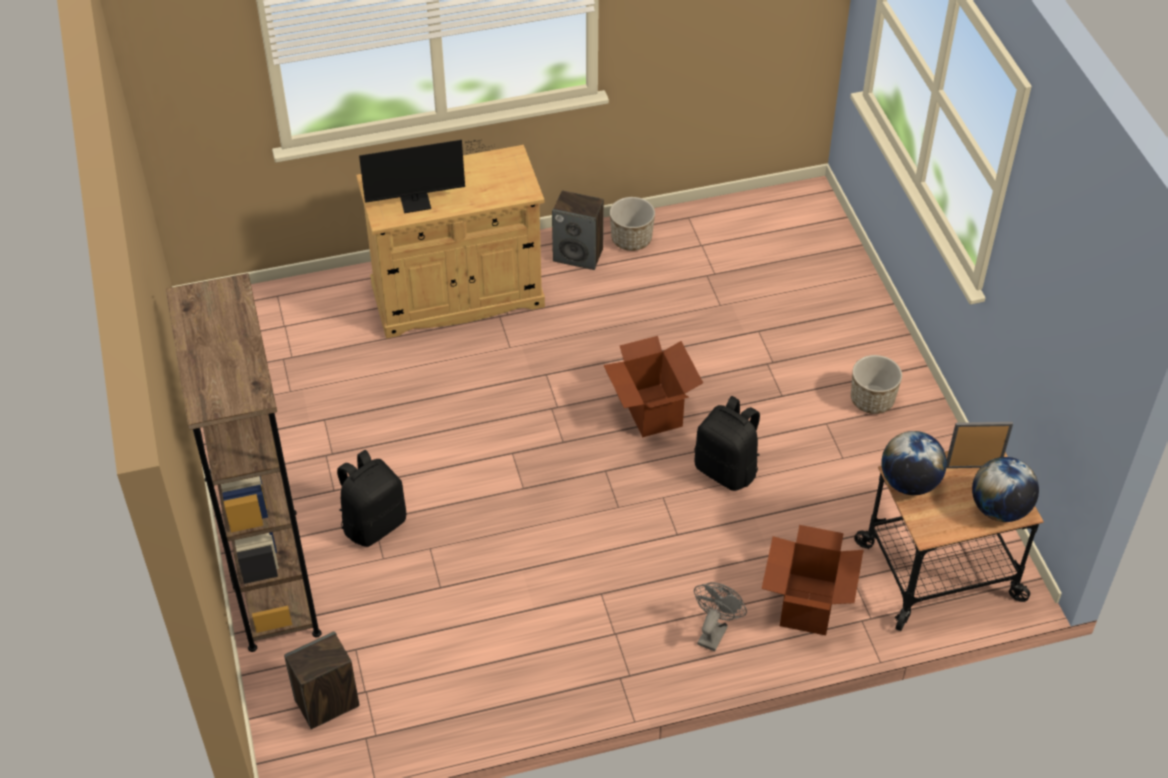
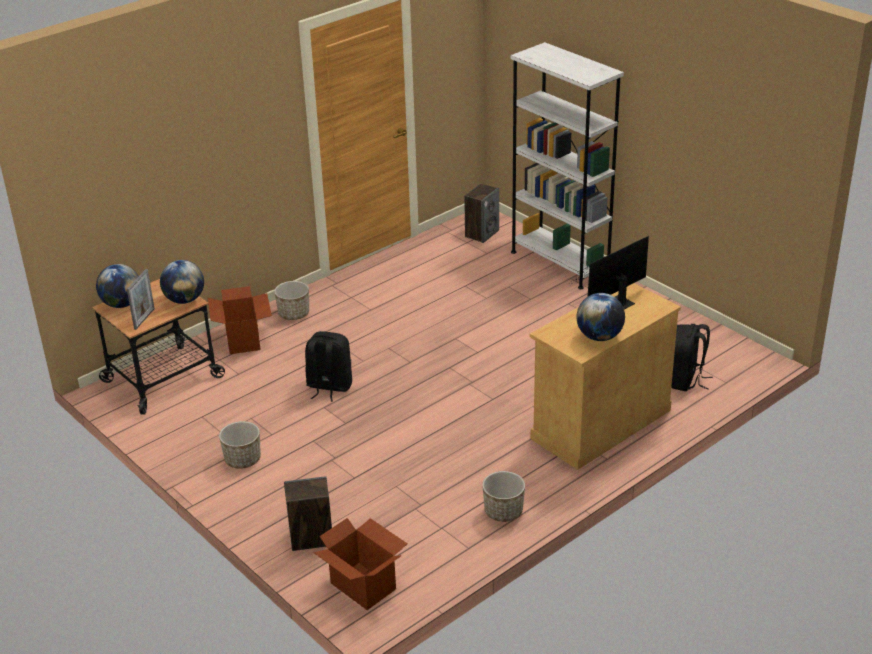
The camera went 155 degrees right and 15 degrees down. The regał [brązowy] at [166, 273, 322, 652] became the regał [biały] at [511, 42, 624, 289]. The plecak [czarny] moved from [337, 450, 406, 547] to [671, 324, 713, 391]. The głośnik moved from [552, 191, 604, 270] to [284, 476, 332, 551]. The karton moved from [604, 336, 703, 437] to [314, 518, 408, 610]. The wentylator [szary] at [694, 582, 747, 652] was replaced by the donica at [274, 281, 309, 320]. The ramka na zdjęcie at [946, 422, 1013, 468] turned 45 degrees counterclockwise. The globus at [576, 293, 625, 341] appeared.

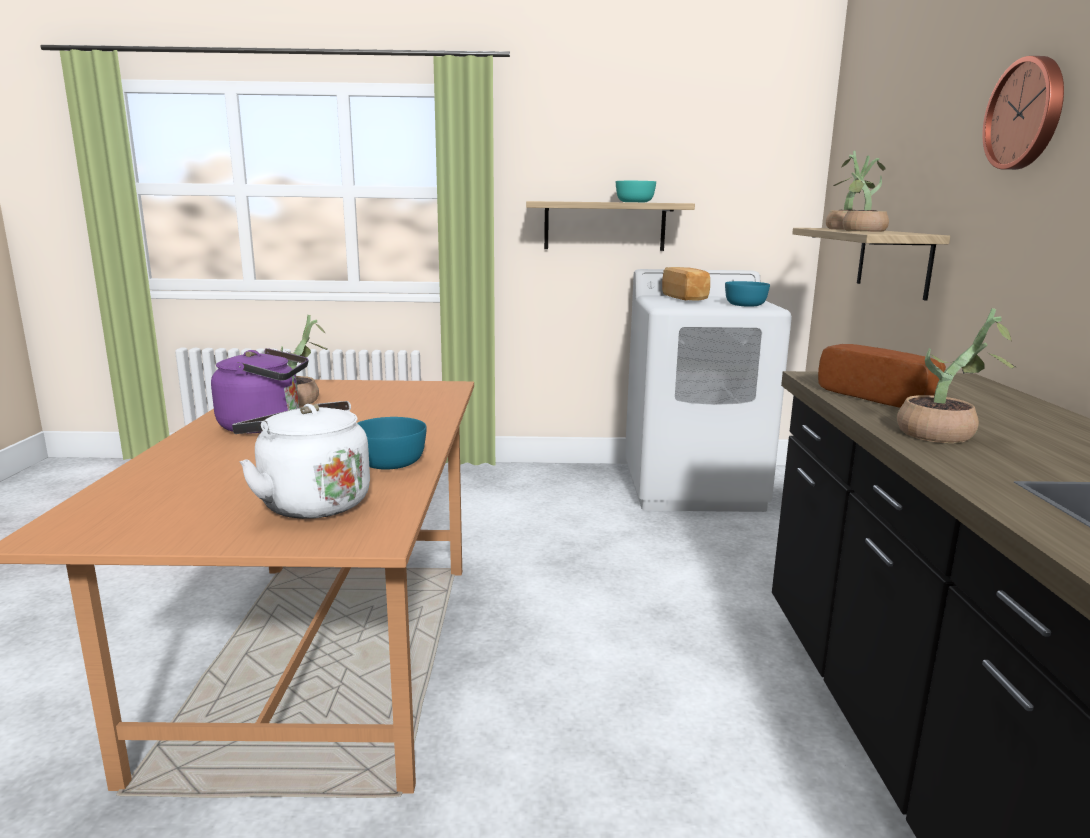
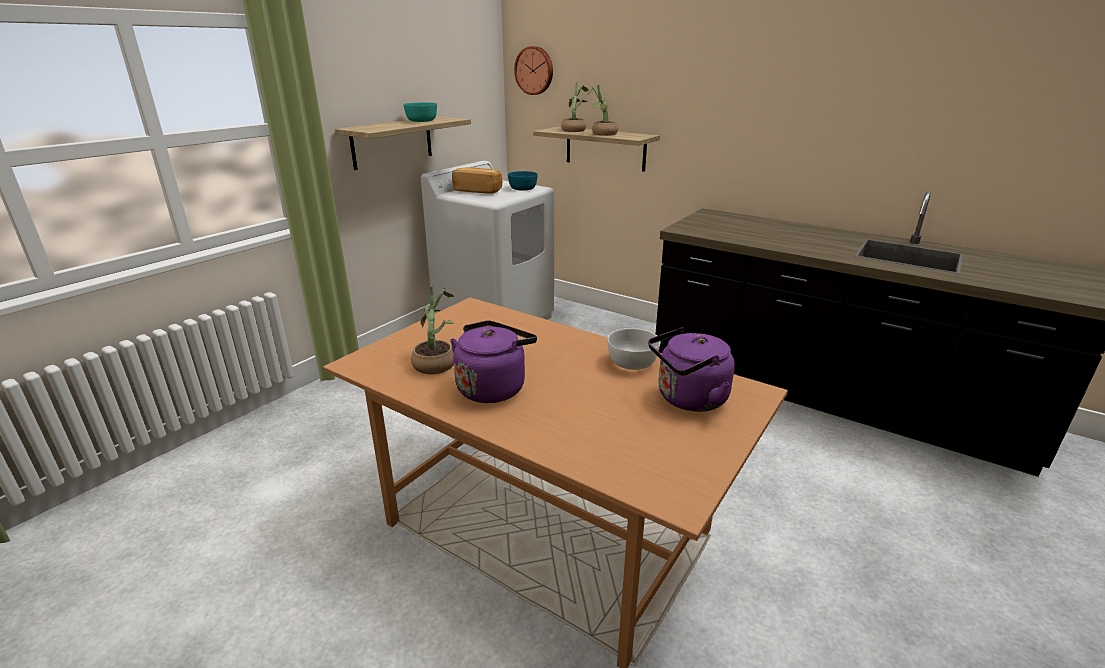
The camera went 55 degrees left and 10 degrees up. The czajnik [biały] at [232, 401, 370, 519] became the czajnik [fioletowy] at [648, 327, 735, 412]. The miska [turkusowy] at [358, 417, 427, 470] became the miska [biały] at [607, 328, 660, 370]. The chleb at [818, 344, 946, 408] disappeared. The roślina doniczkowa at [897, 308, 1016, 443] disappeared. The zegar ścienny moved from [982, 56, 1064, 170] to [514, 46, 553, 95].

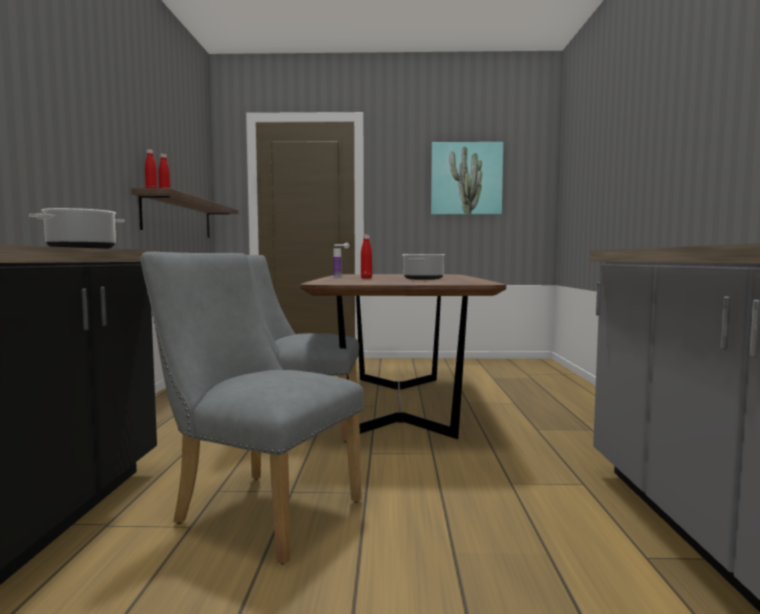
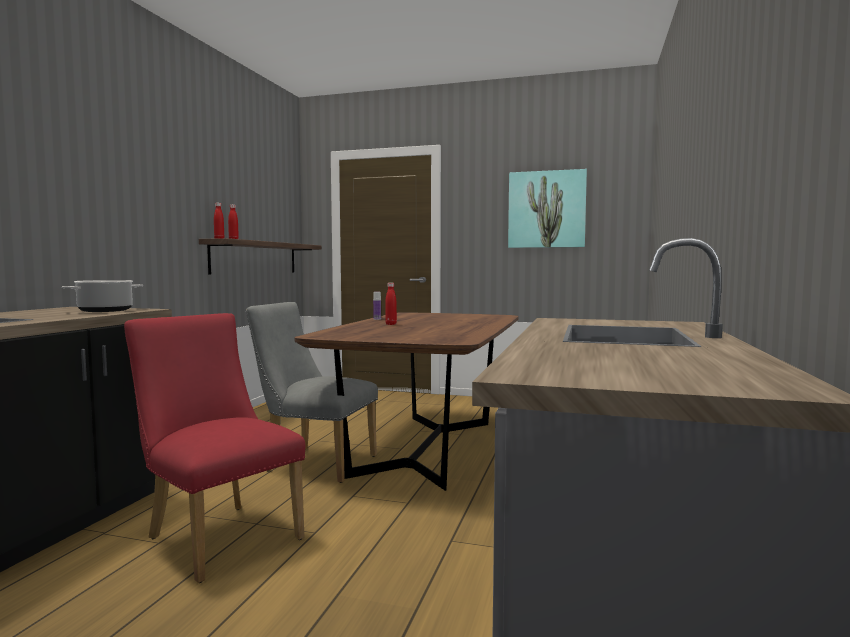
The camera went 15 degrees right and 0 degrees up. The krzesło [szary] at [140, 252, 364, 565] became the krzesło [czerwony] at [124, 313, 305, 583]. The garnek at [403, 254, 444, 280] disappeared.

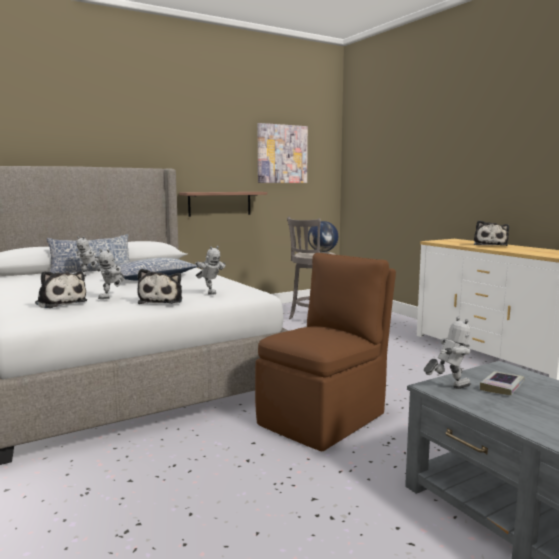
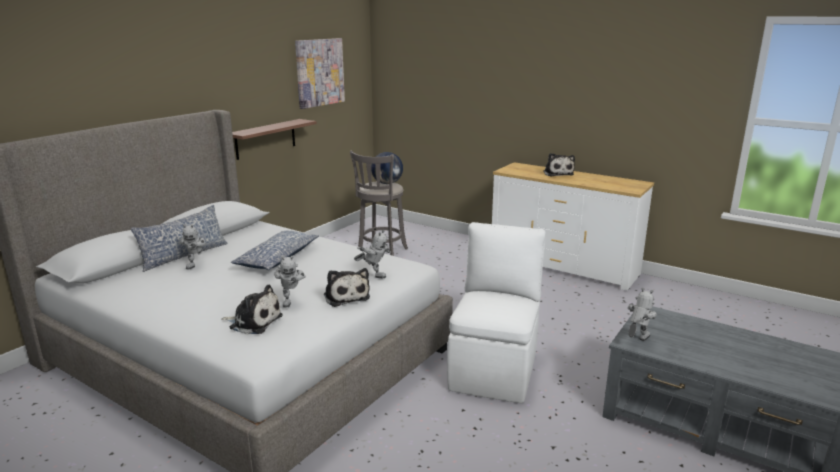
The camera went 25 degrees left and 10 degrees up. The krzesło [brązowy] at [255, 253, 396, 451] became the krzesło [biały] at [447, 222, 546, 403]. The książka at [480, 371, 524, 395] disappeared.

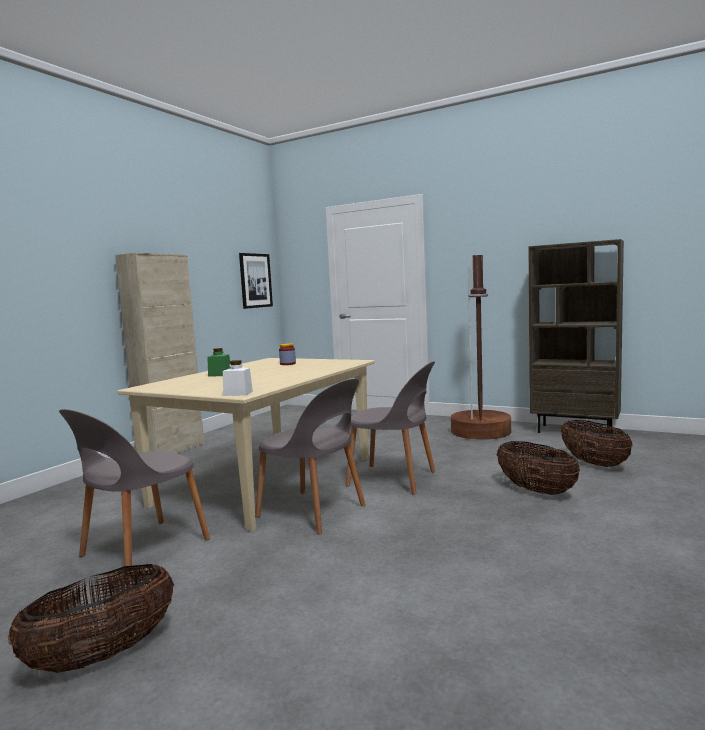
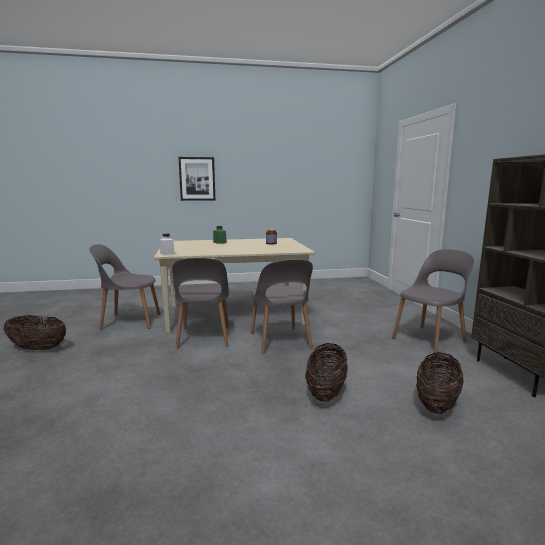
The camera went 50 degrees right and 5 degrees up. The szafka [beżowy] at [115, 253, 204, 453] disappeared. The obraz moved from [239, 253, 273, 309] to [178, 157, 215, 201]. The lampa stojąca [brązowy] at [451, 255, 511, 440] was replaced by the krzesło [szary] at [392, 249, 474, 355].

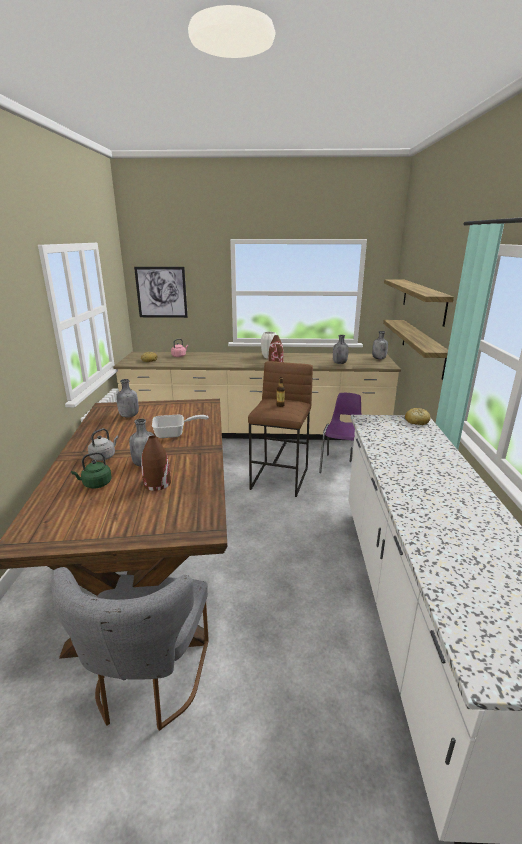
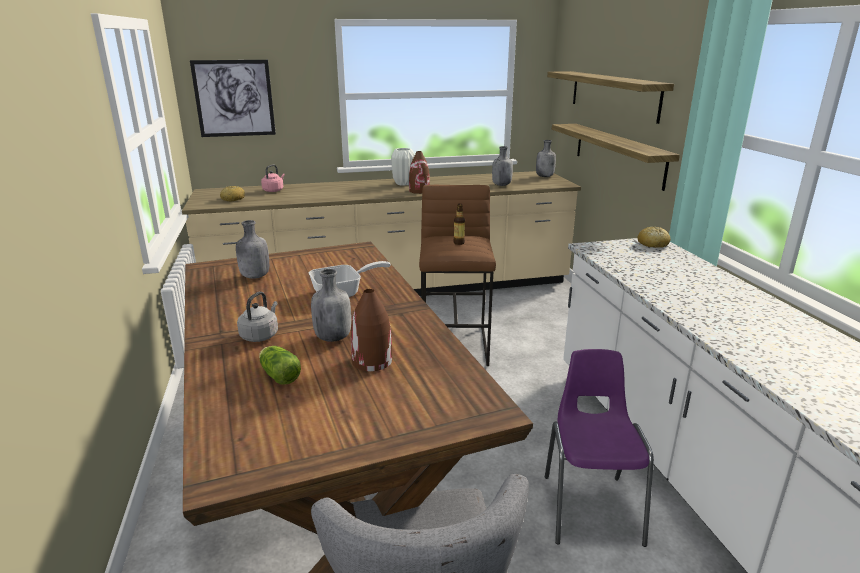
The camera went 15 degrees left and 0 degrees up. The czajnik [zielony] at [71, 452, 112, 488] was replaced by the sałata at [259, 346, 301, 385]. The krzesło [fioletowy] moved from [319, 393, 362, 473] to [545, 349, 654, 547].

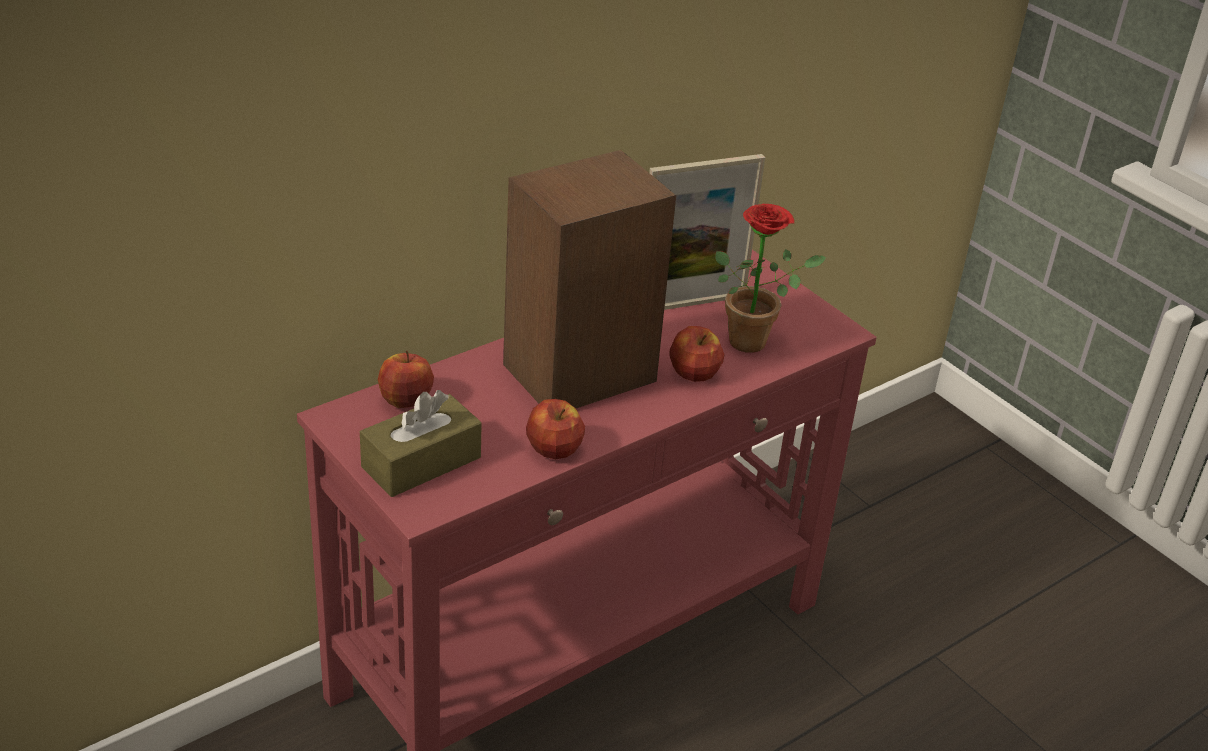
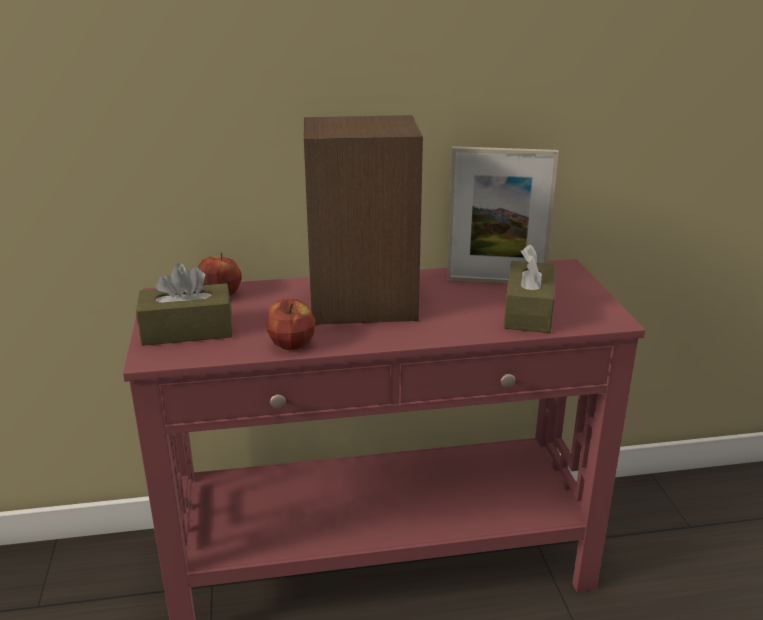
The camera went 30 degrees right and 10 degrees down. The jabłko at [669, 326, 725, 382] disappeared. The roślina doniczkowa at [715, 204, 826, 353] was replaced by the pudełko chusteczek [brązowy] at [504, 244, 555, 333].

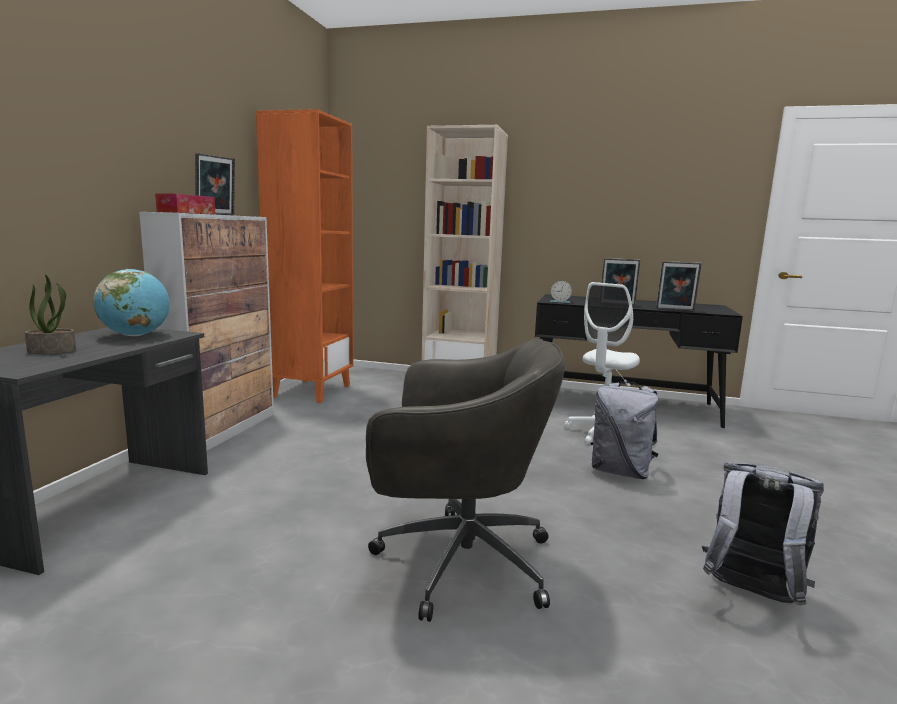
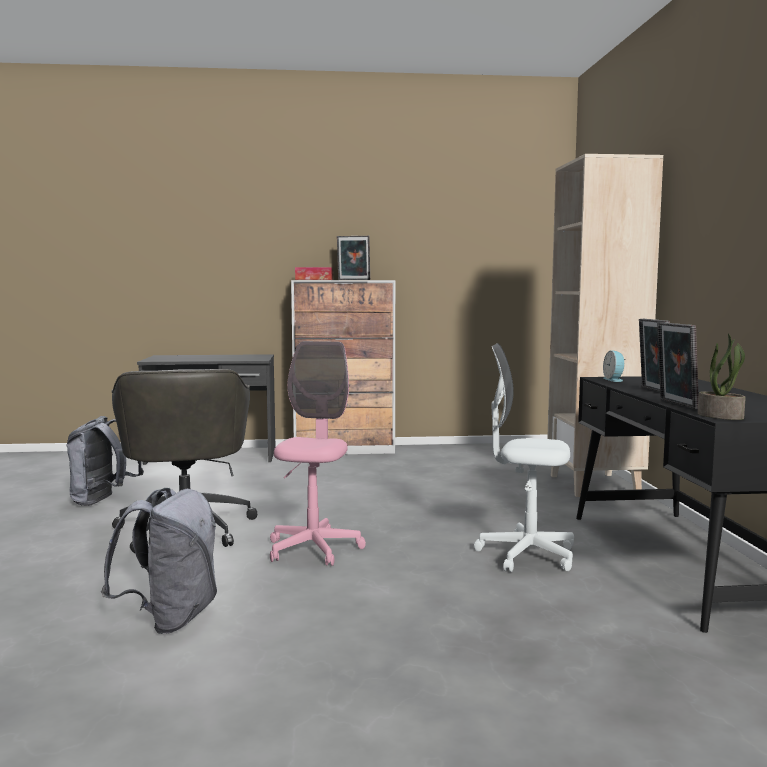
The camera went 70 degrees right and 5 degrees down. The roślina doniczkowa moved from [25, 274, 76, 354] to [698, 333, 746, 420]. The globus at [93, 269, 170, 336] disappeared. The regał [pomarańczowy] at [256, 109, 353, 403] disappeared. The plecak [szary] moved from [591, 381, 659, 479] to [67, 416, 144, 506]. The krzesło biurowe [różowy] at [270, 341, 366, 566] appeared.

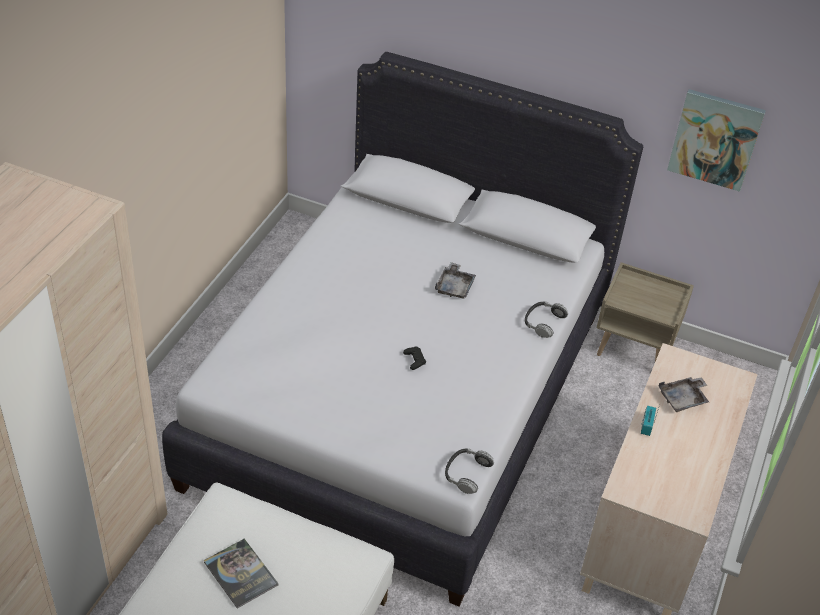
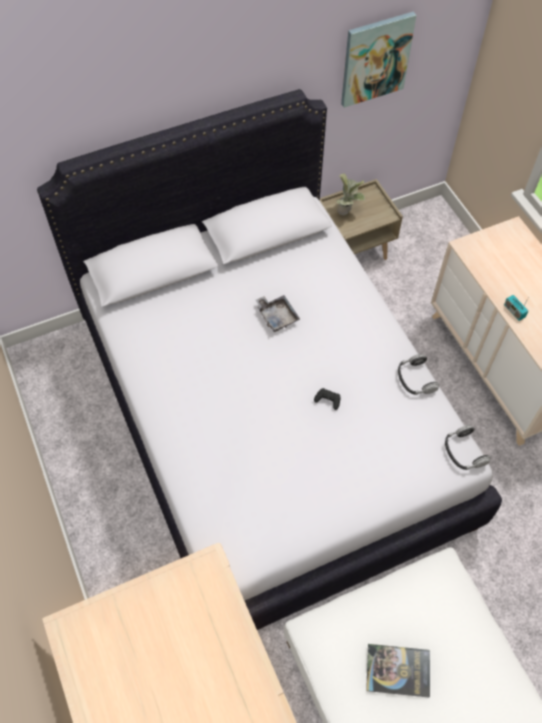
The camera went 45 degrees left and 15 degrees up. The słuchawki moved from [525, 302, 568, 338] to [398, 354, 440, 395]. The taca [szary] at [659, 377, 709, 412] disappeared. The roślina doniczkowa at [336, 173, 365, 215] appeared.

